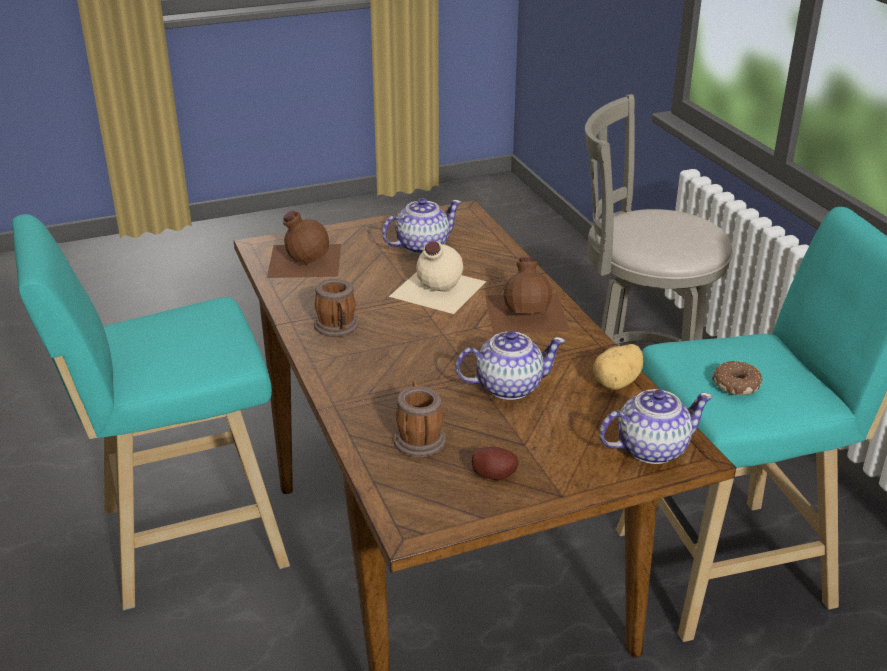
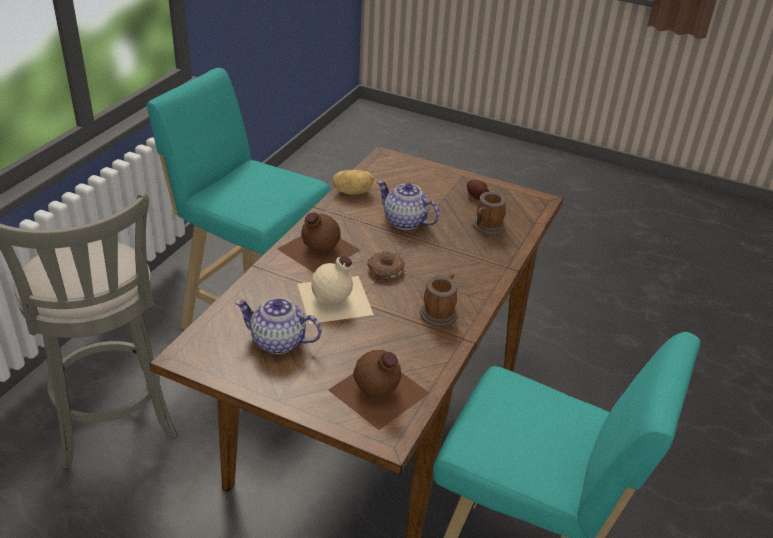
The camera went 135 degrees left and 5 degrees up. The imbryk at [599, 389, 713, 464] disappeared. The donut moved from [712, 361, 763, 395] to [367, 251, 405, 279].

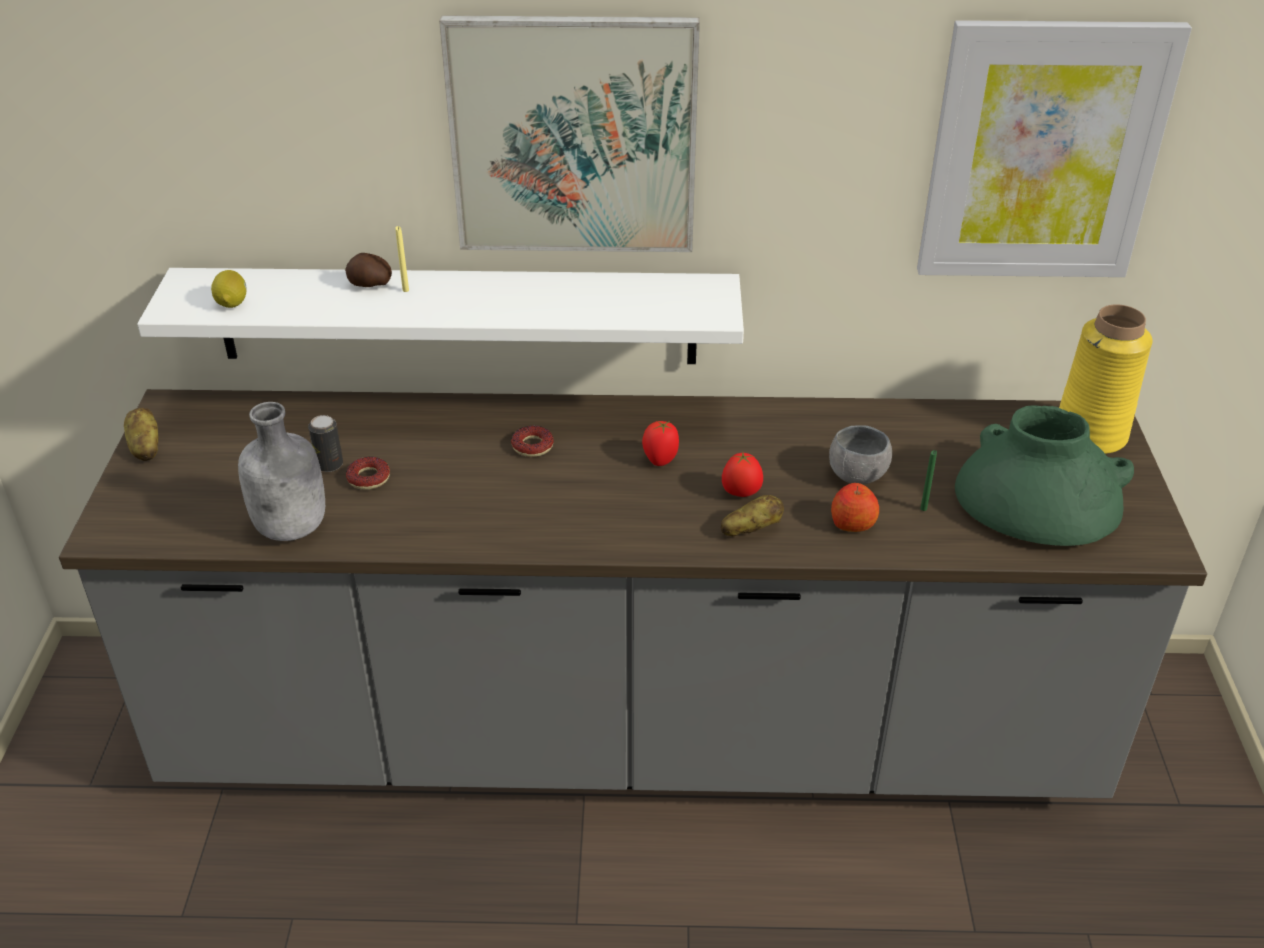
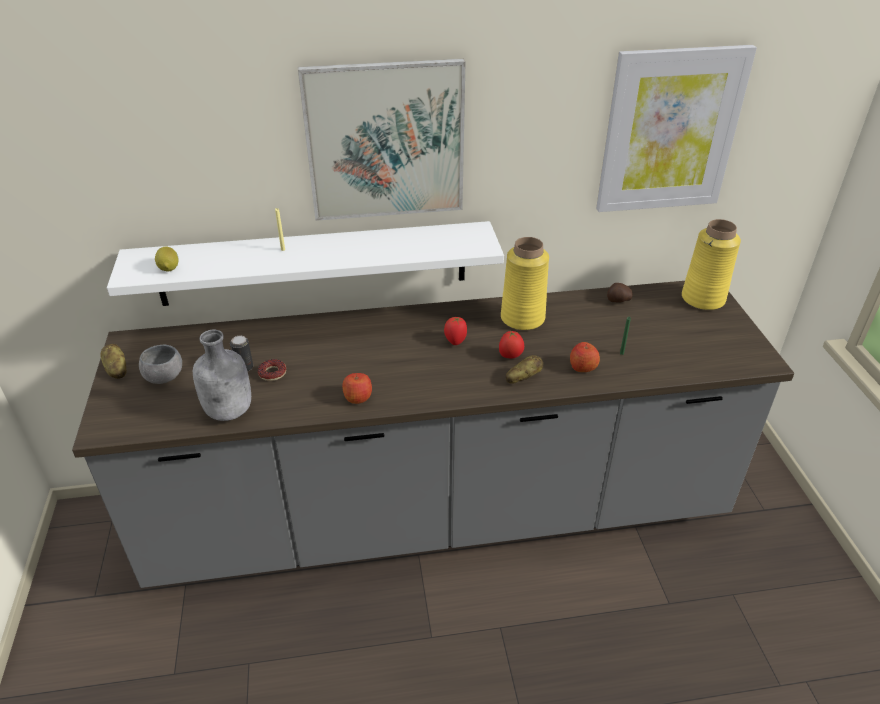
The camera went 10 degrees left and 0 degrees up. The ziemniak moved from [345, 253, 392, 287] to [607, 283, 633, 303]. The donut at [511, 426, 554, 457] disappeared. The miska [szary] moved from [829, 425, 892, 484] to [139, 345, 182, 384]. The wazon [zielony] at [955, 405, 1134, 546] disappeared. The jabłko at [342, 373, 372, 404] appeared. The wazon [żółty] at [501, 237, 549, 331] appeared.

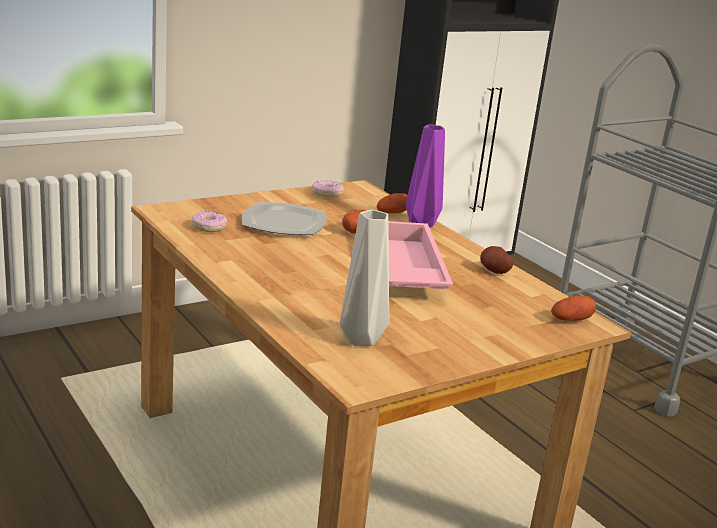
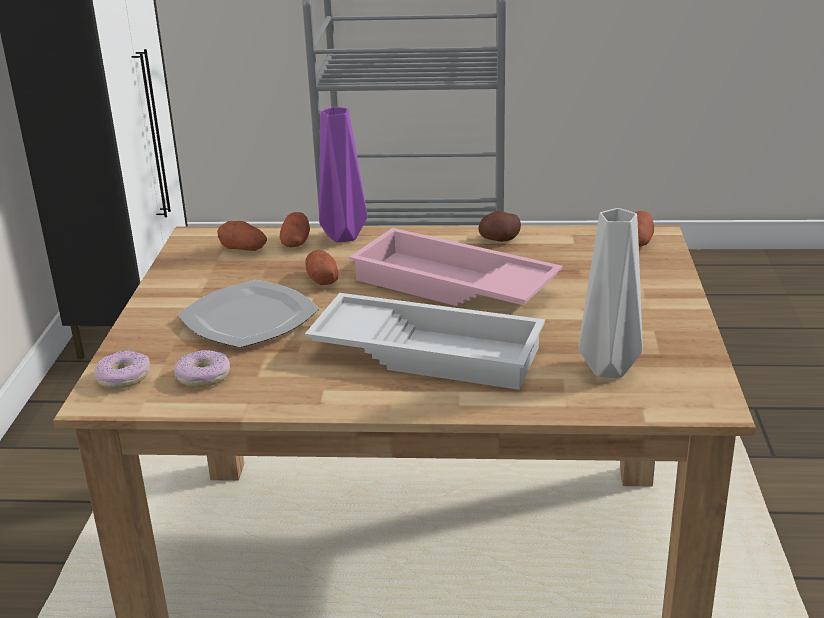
The camera went 50 degrees left and 5 degrees up. The donut moved from [312, 180, 344, 198] to [94, 350, 150, 389]. The ziemniak at [217, 221, 267, 251] appeared. The taca [biały] at [305, 293, 545, 390] appeared.

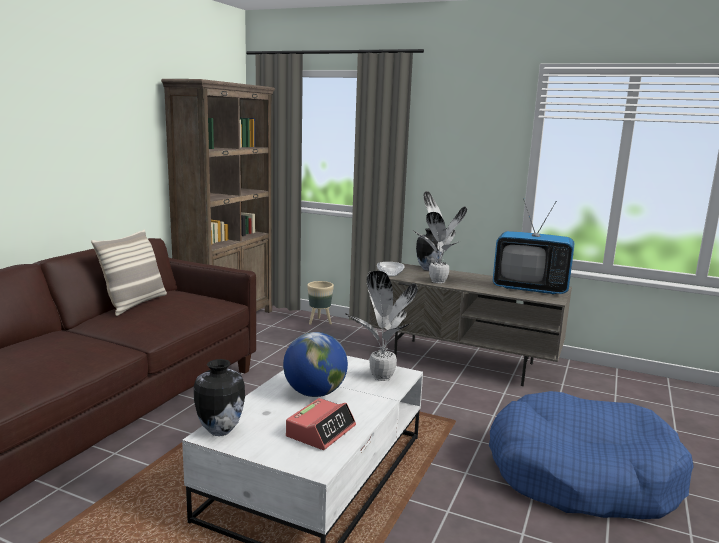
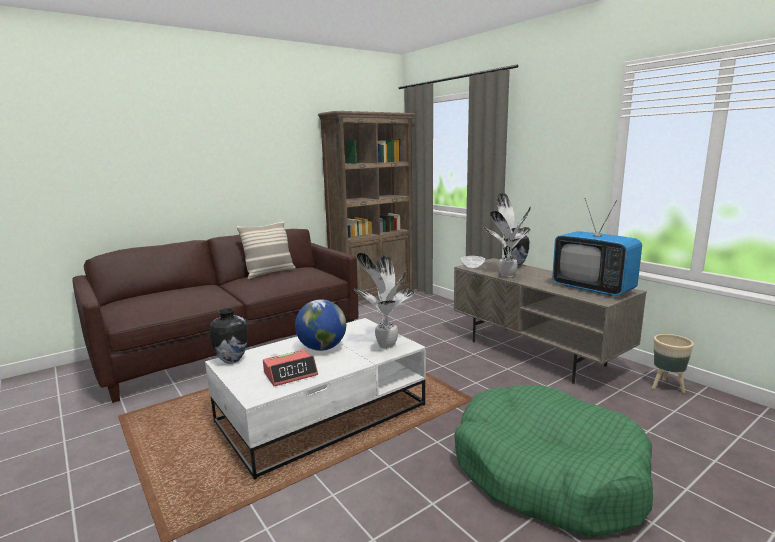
The camera went 30 degrees right and 0 degrees up. The donica [beżowy] moved from [307, 281, 334, 325] to [652, 334, 694, 394]. The legowisko [niebieski] at [489, 391, 694, 519] became the legowisko [zielony] at [454, 385, 653, 537].

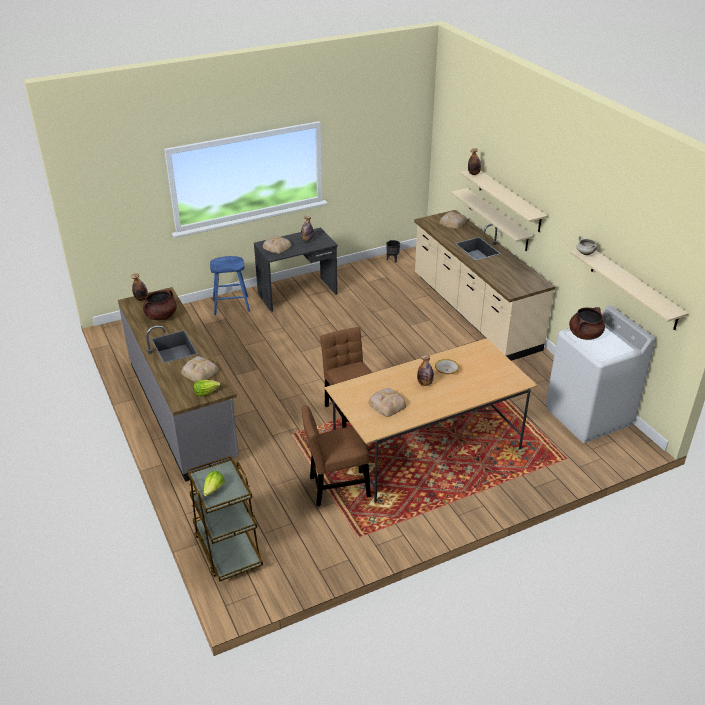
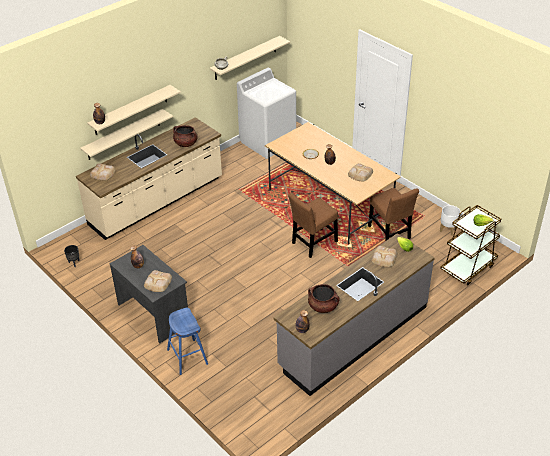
The camera went 105 degrees left and 5 degrees up. The garnek [brązowy] moved from [569, 307, 605, 340] to [173, 125, 198, 147]. The donica [biały] at [440, 205, 461, 236] appeared.

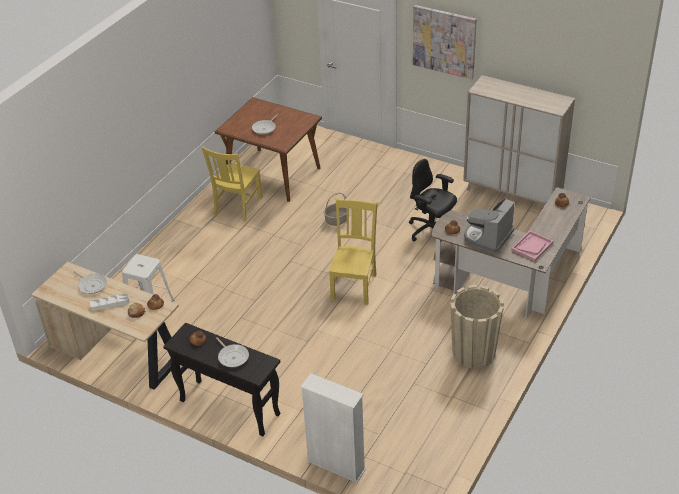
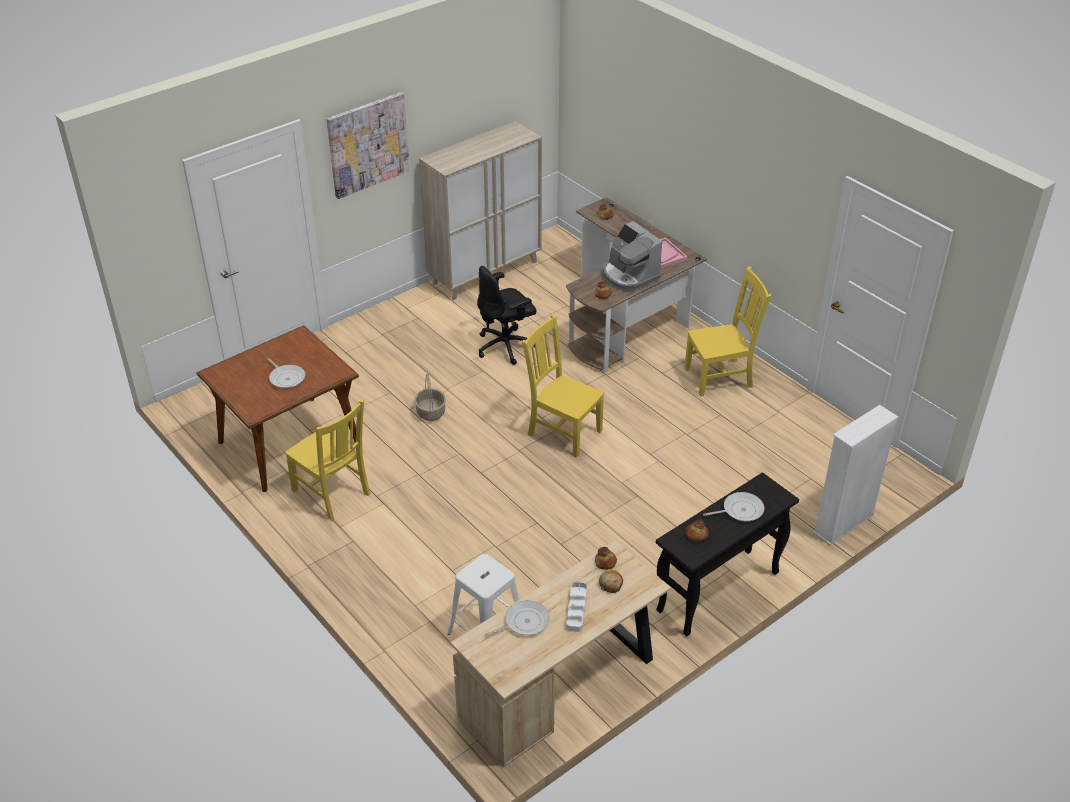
The camera went 70 degrees left and 0 degrees up. The donica [beżowy] at [450, 285, 504, 369] was replaced by the krzesło [żółty] at [684, 266, 771, 397].

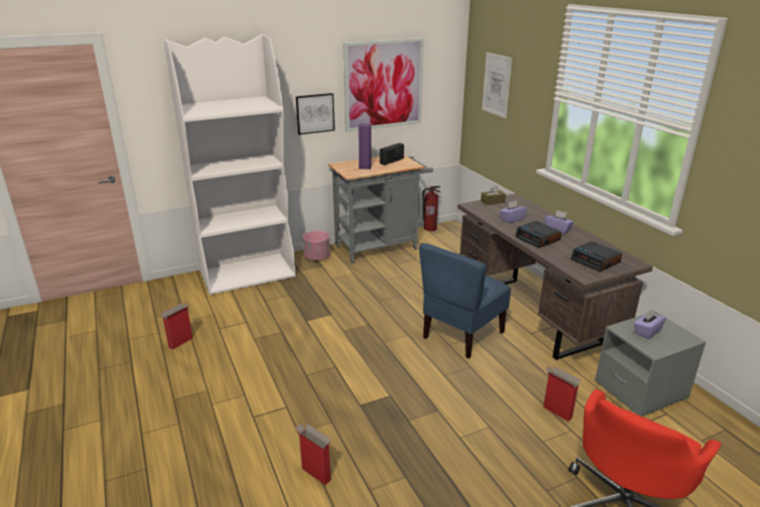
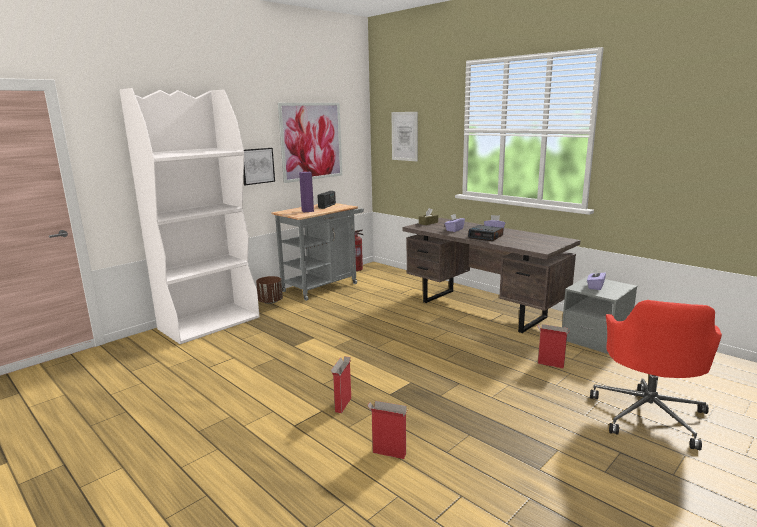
The camera went 20 degrees left and 10 degrees down. The karton moved from [161, 303, 193, 350] to [331, 356, 352, 413]. The donica [różowy] at [303, 231, 330, 261] became the donica [brązowy] at [256, 276, 283, 304]. The krzesło [niebieski] at [419, 243, 511, 358] disappeared. The budzik at [571, 241, 622, 272] disappeared.

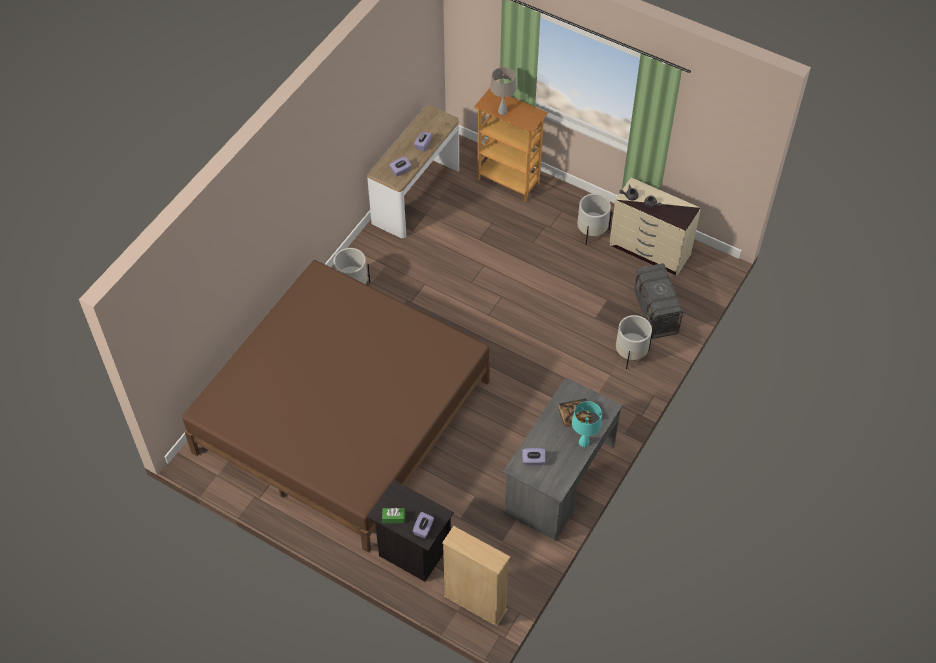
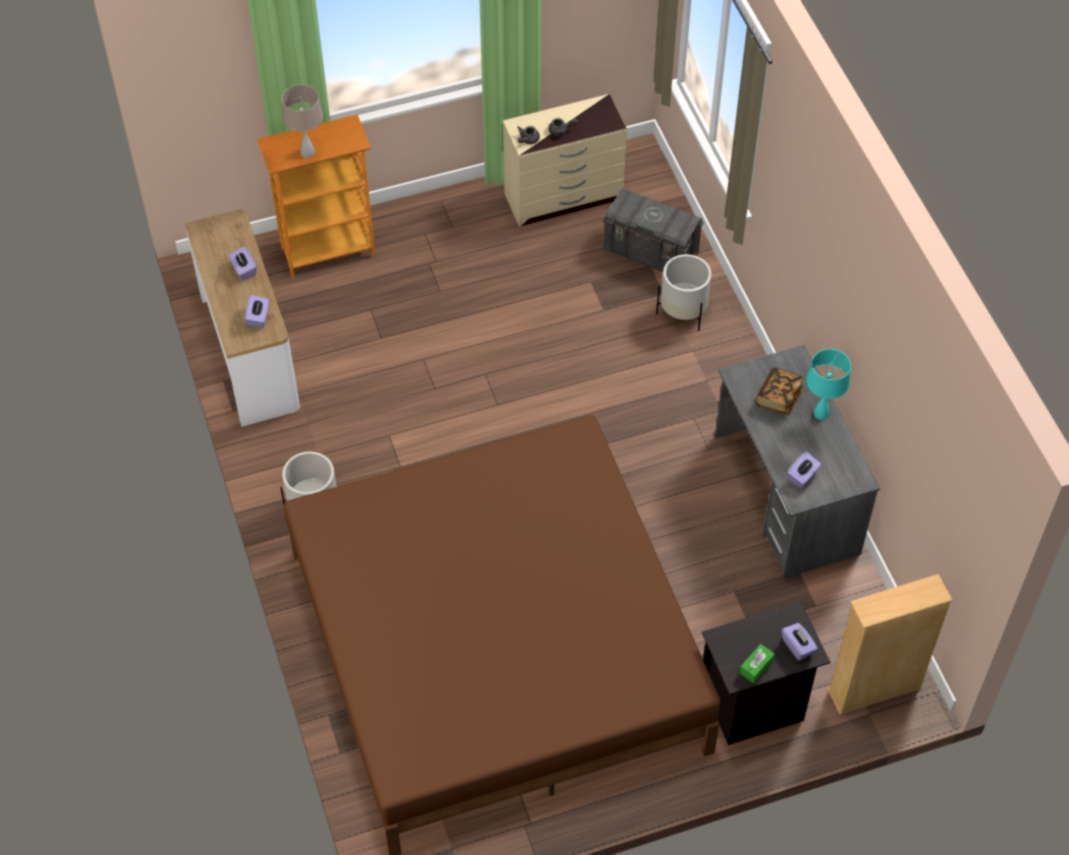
The camera went 50 degrees left and 0 degrees up. The donica [biały] at [577, 193, 612, 245] disappeared.

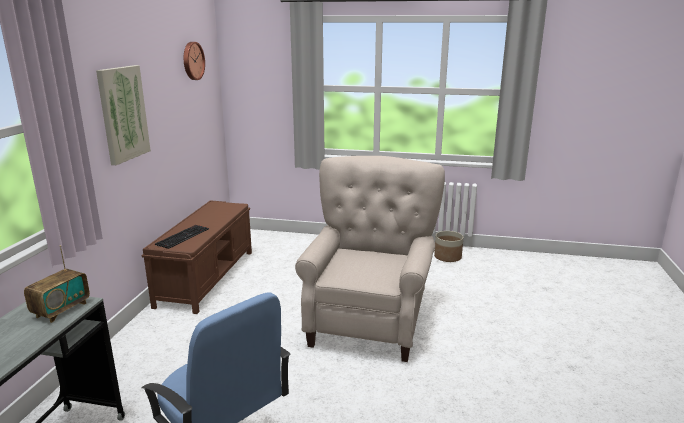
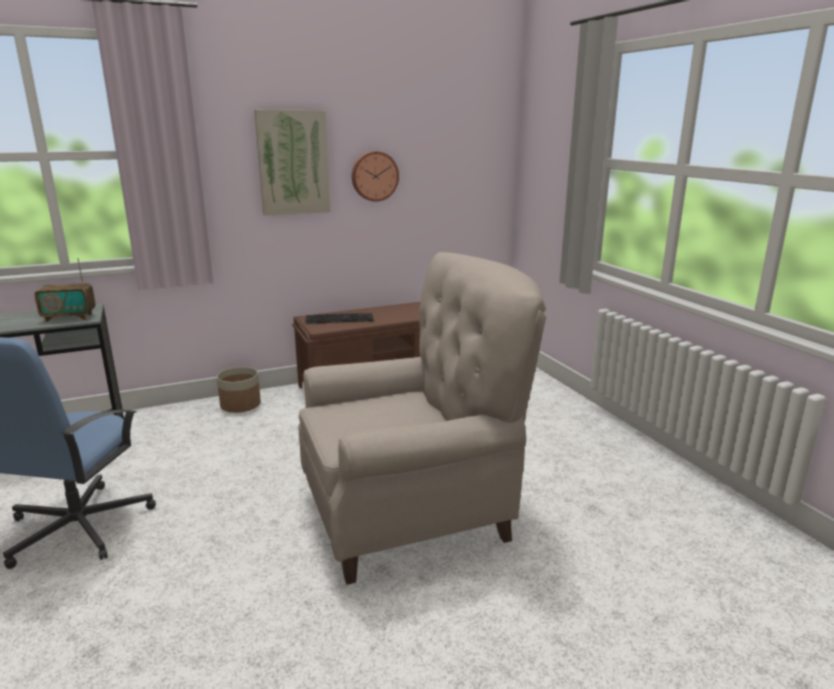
The camera went 55 degrees right and 0 degrees up. The zegar ścienny moved from [184, 42, 205, 80] to [352, 151, 399, 202]. The donica moved from [434, 231, 463, 262] to [217, 367, 261, 413].

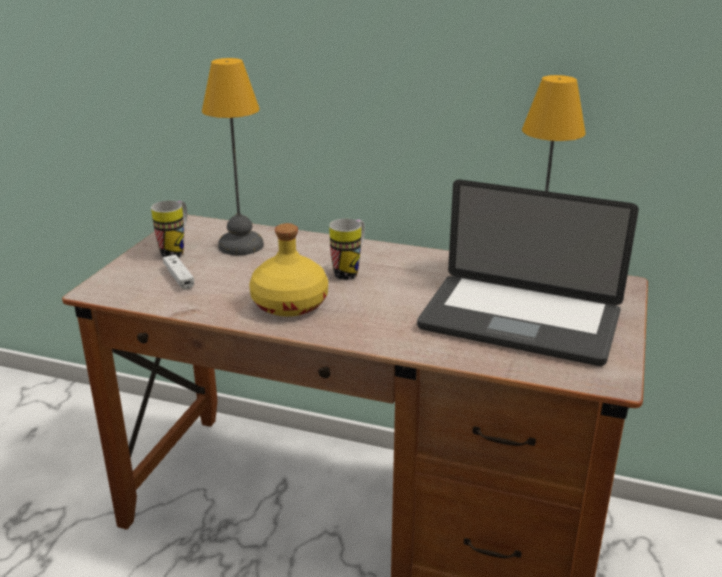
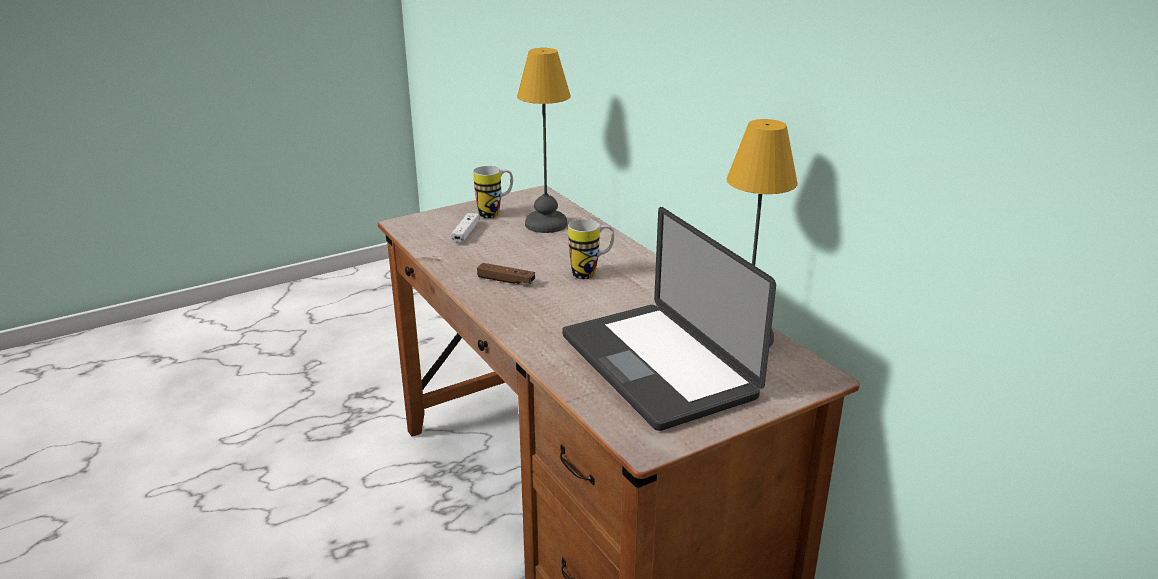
The camera went 40 degrees right and 0 degrees up. The butelka [żółty] at [249, 223, 328, 317] was replaced by the pad do gier [brązowy] at [477, 263, 535, 284].

